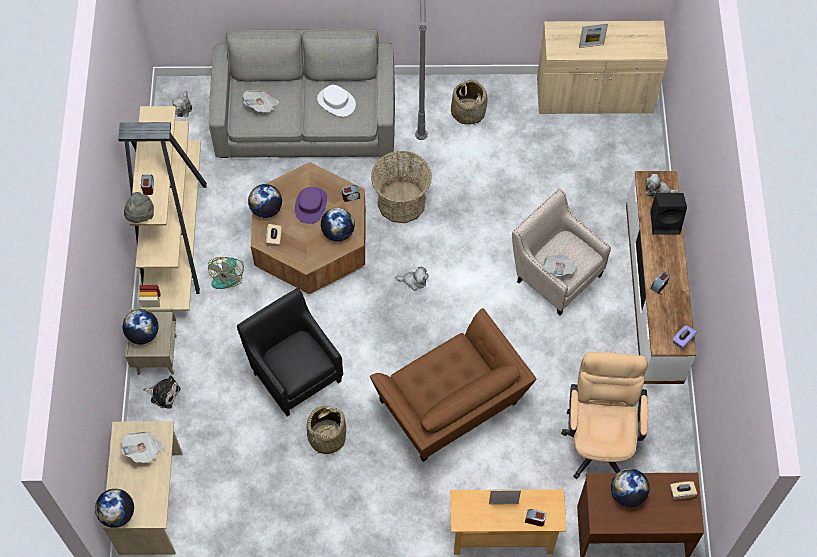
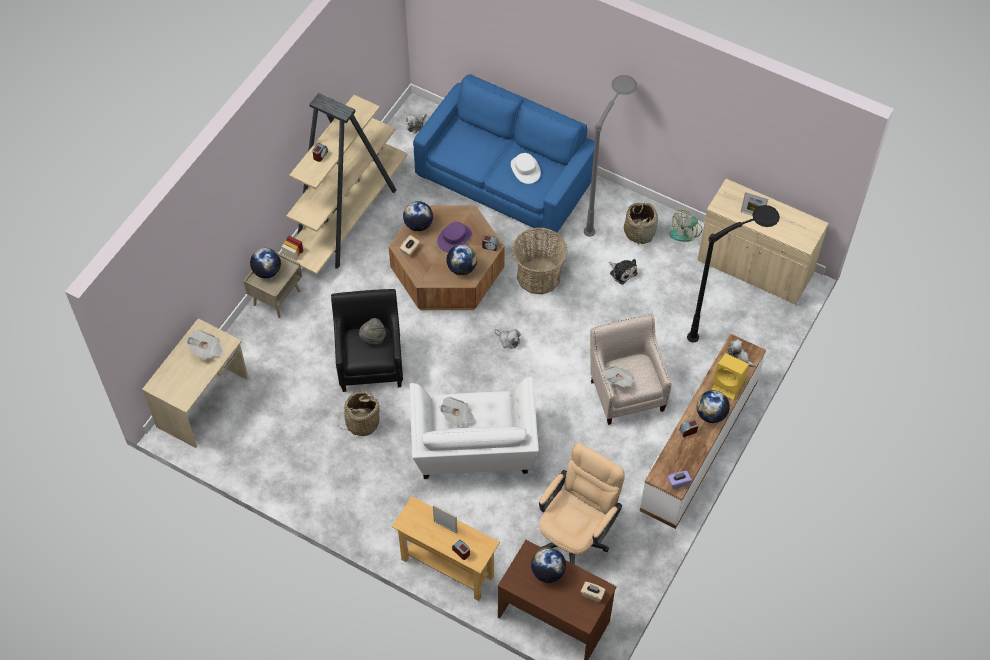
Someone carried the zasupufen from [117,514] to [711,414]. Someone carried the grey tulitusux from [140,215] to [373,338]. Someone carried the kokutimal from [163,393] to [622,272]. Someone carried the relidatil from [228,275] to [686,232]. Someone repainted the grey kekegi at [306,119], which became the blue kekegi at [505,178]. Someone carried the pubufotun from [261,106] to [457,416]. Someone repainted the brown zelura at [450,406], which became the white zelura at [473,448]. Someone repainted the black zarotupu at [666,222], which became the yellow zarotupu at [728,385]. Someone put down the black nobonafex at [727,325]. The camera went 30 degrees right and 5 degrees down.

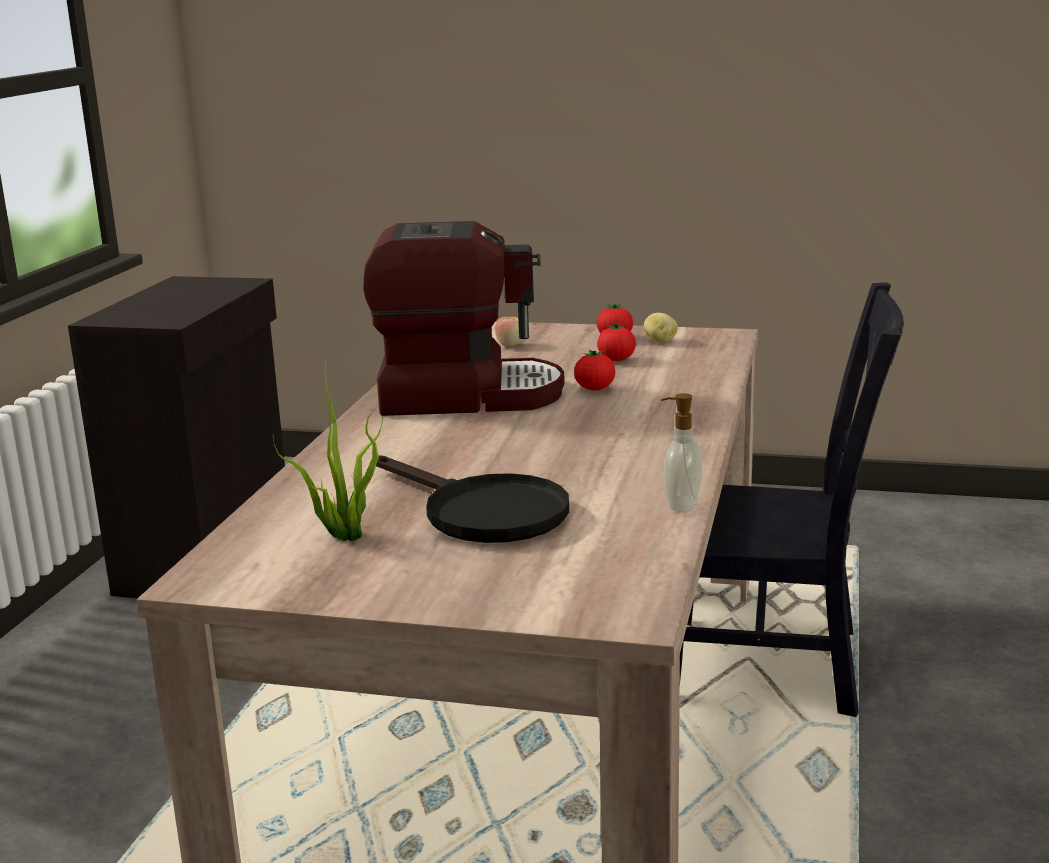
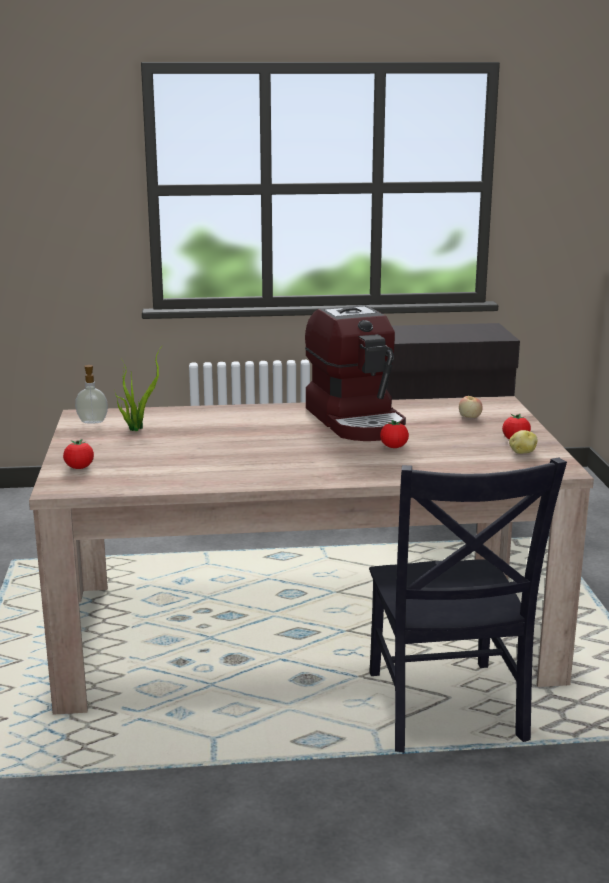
Someone took away the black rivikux at [482,512]. Someone carried the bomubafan from [616,360] to [79,467]. Someone carried the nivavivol from [680,505] to [92,421]. The camera went 70 degrees right and 0 degrees up.

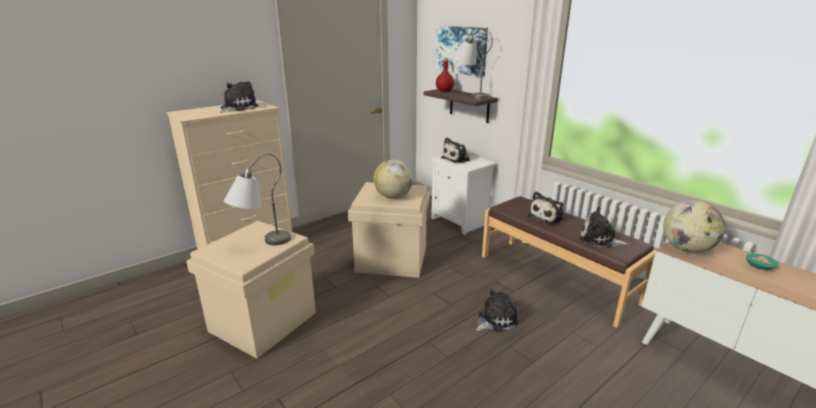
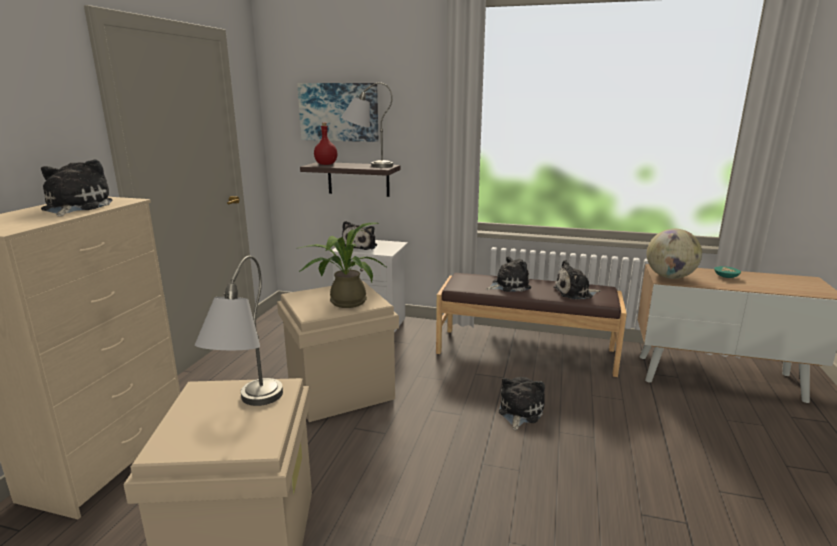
Someone swapped the zasupufen at [393,197] for the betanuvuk at [344,301]. Someone rotated the kokutimal at [548,217] by 120 degrees counterclockwise. The camera went 35 degrees left and 5 degrees down.

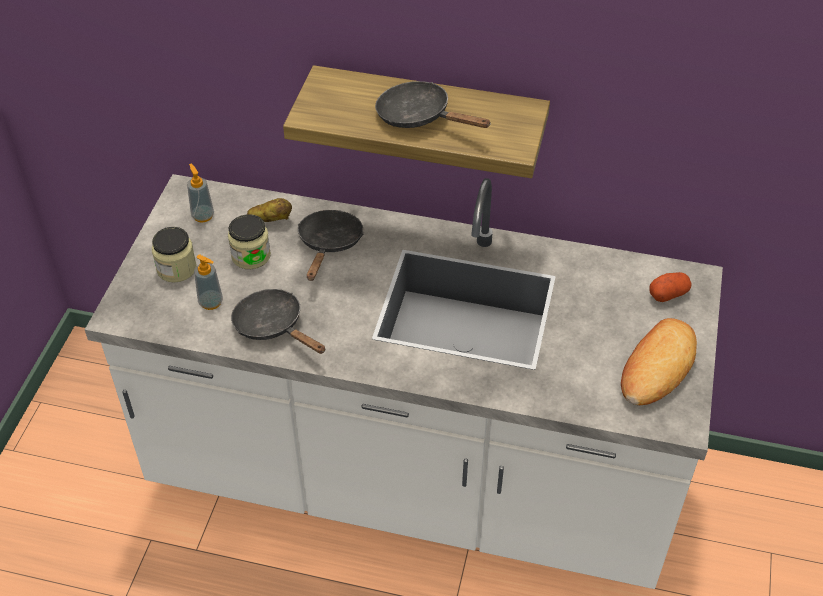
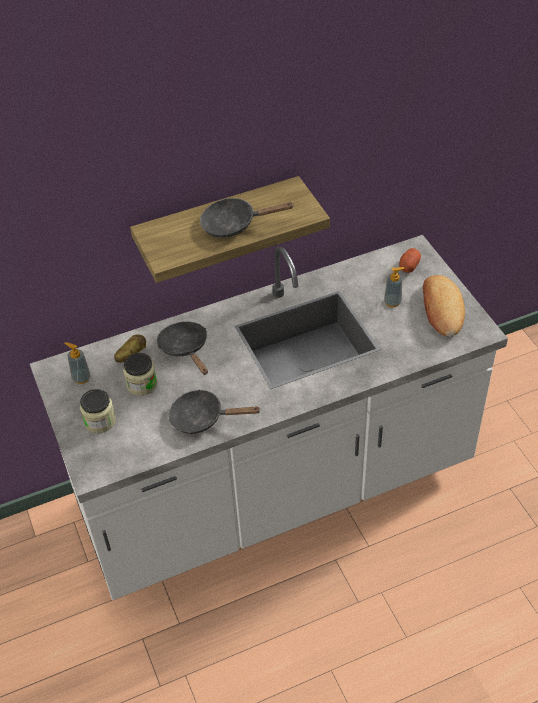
Someone carried the nivavivol from [211,302] to [392,302]. The camera went 35 degrees left and 0 degrees up.

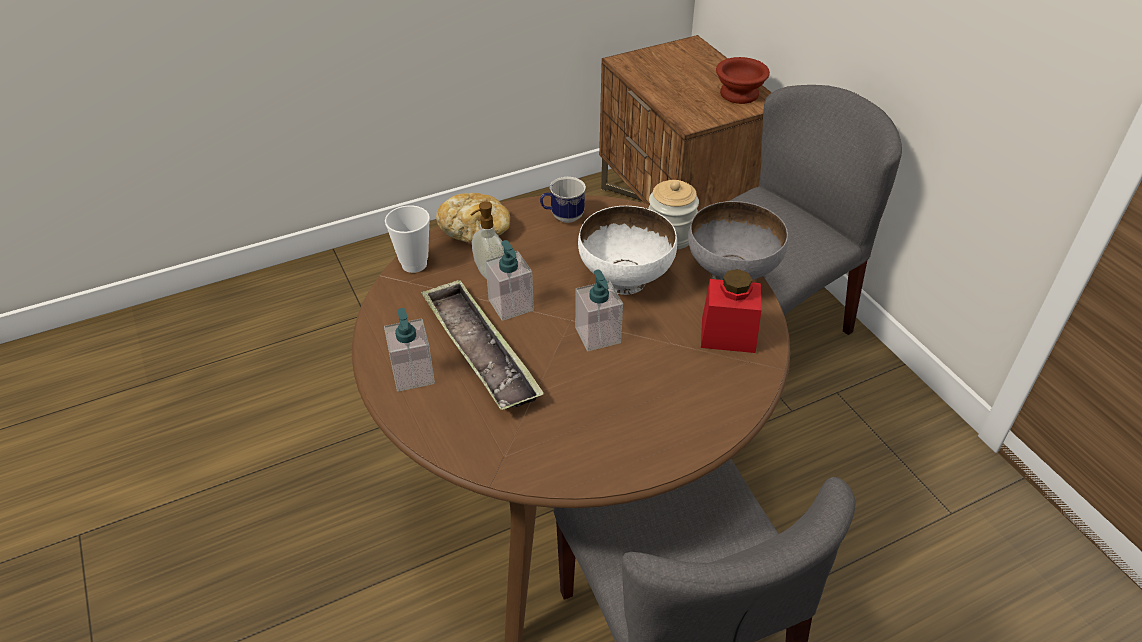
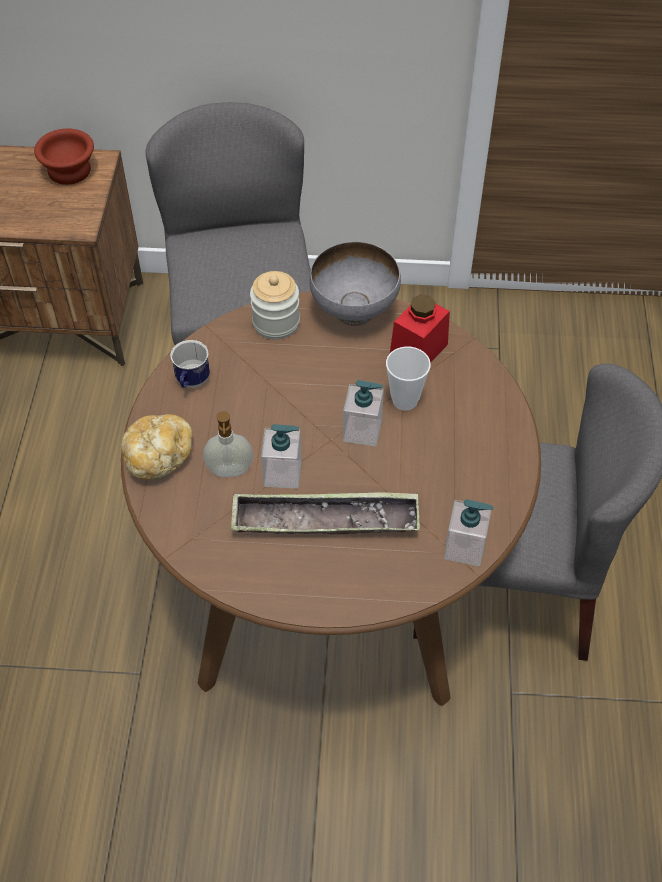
Someone carried the nivavivol from [413,375] to [465,547]. Someone carried the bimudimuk from [414,264] to [405,400]. Someone took away the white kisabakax at [626,280]. The camera went 60 degrees left and 10 degrees up.

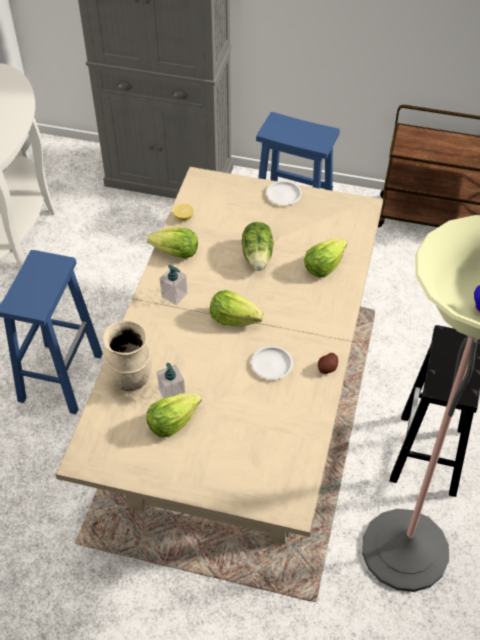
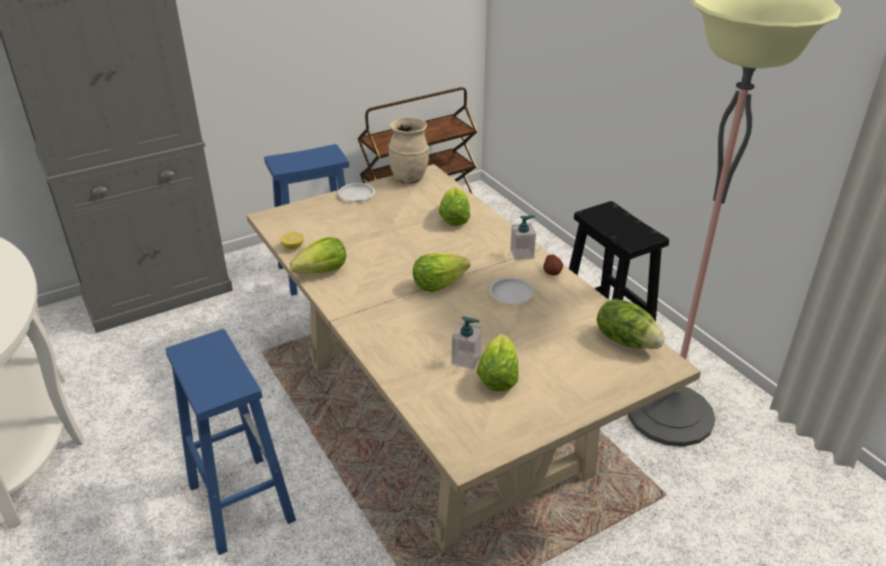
Someone carried the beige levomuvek from [131,379] to [409,179]. Someone carried the nivavivol from [174,295] to [522,254]. Someone carried the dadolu from [258,256] to [626,340]. The camera went 45 degrees left and 15 degrees down.

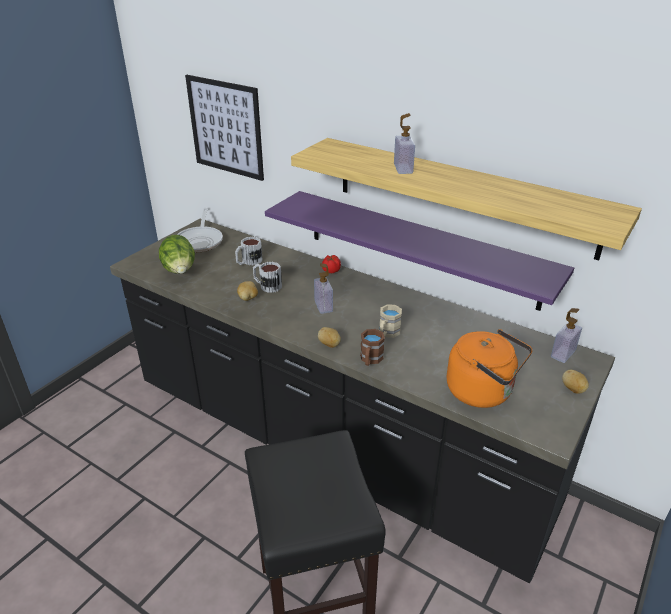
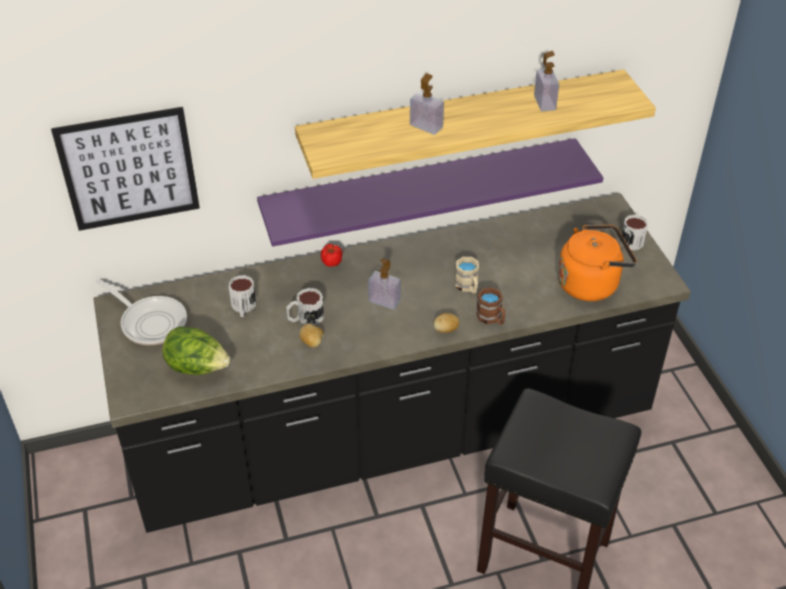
Someone carried the nivavivol from [563,354] to [544,103]. Someone swapped the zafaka at [573,389] for the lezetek at [632,238]. The camera went 50 degrees left and 10 degrees up.

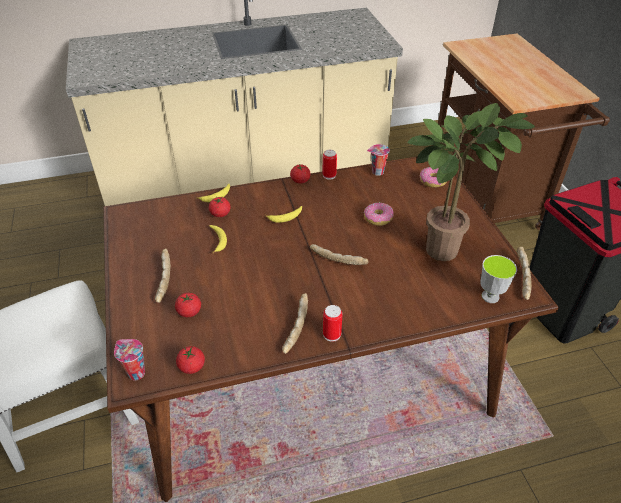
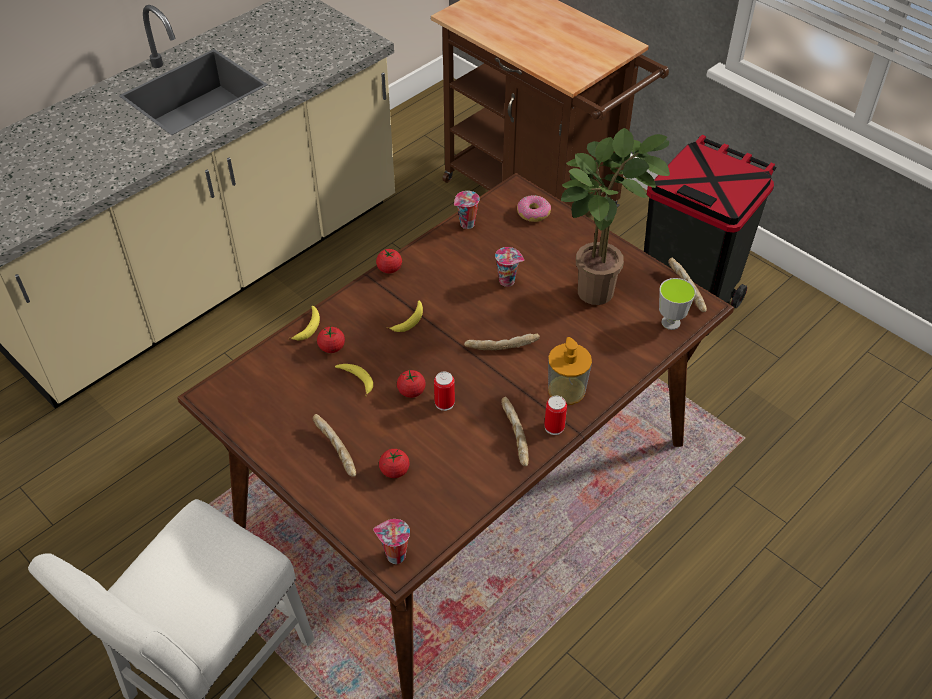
Someone carried the bomubafan from [192,366] to [411,391]. Someone carried the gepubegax from [329,175] to [444,403]. Someone swapped the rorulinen at [378,218] for the bimudimuk at [508,281]. Someone put down the nivavivol at [566,390]. The camera went 30 degrees left and 5 degrees up.

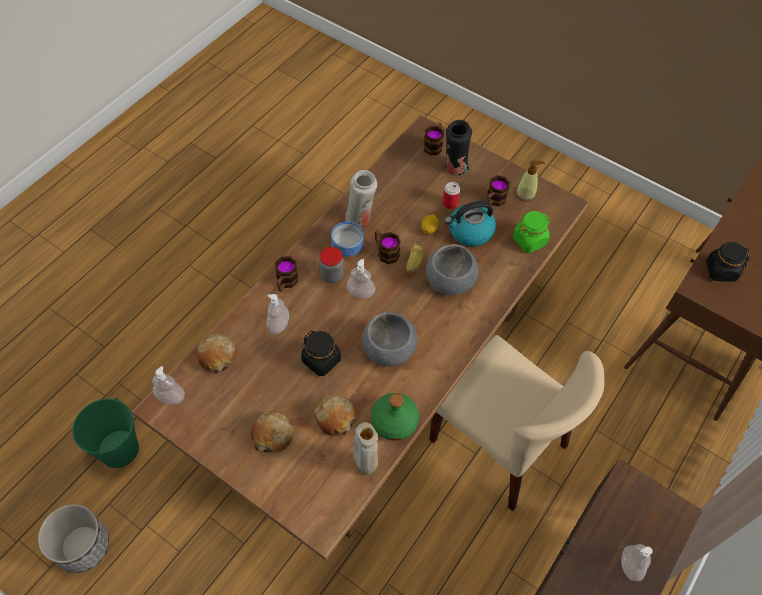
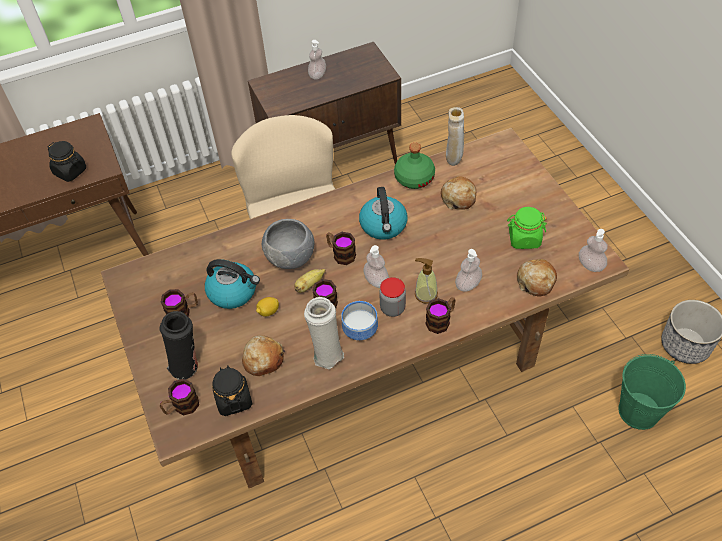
Someone carried the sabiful from [273,435] to [263,359]. Someone carried the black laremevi from [321,360] to [233,399]. Someone swapped the grey kisabakax at [389,349] for the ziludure at [383,225]. Someone took away the gepubegax at [450,203]. Someone carried the green laremevi from [529,240] to [524,239]. Someone carried the nivavivol from [526,194] to [425,294]. Someone put down the lezetek at [340,254]. The camera went 145 degrees left and 5 degrees down.

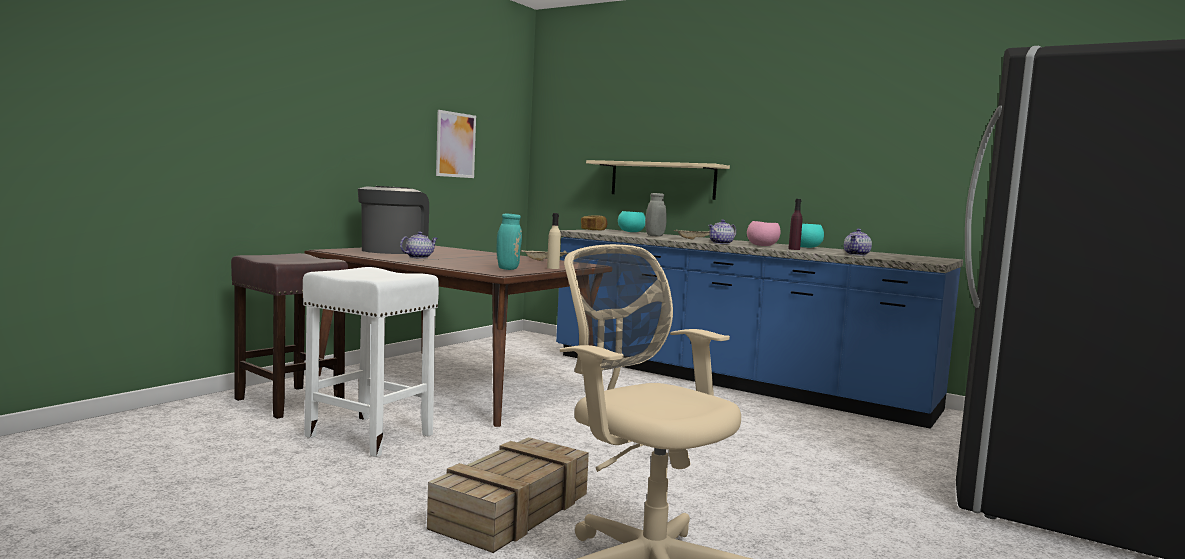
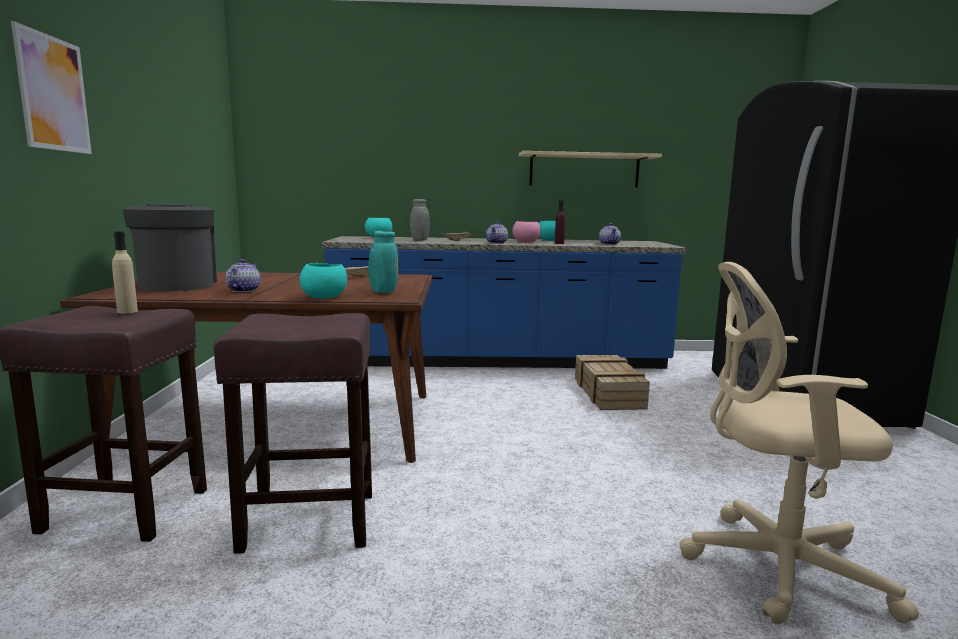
Someone repainted the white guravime at [367,435], which became the brown guravime at [306,522]. Someone carried the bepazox from [512,509] to [607,392]. Someone carried the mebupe from [455,145] to [53,93]. Someone carried the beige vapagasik from [553,268] to [127,311]. Someone took away the sabiful at [594,230]. Someone carried the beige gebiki from [662,180] to [584,170]. Someone put down the turquoise kisabakax at [325,297]. The camera went 35 degrees left and 5 degrees up.

